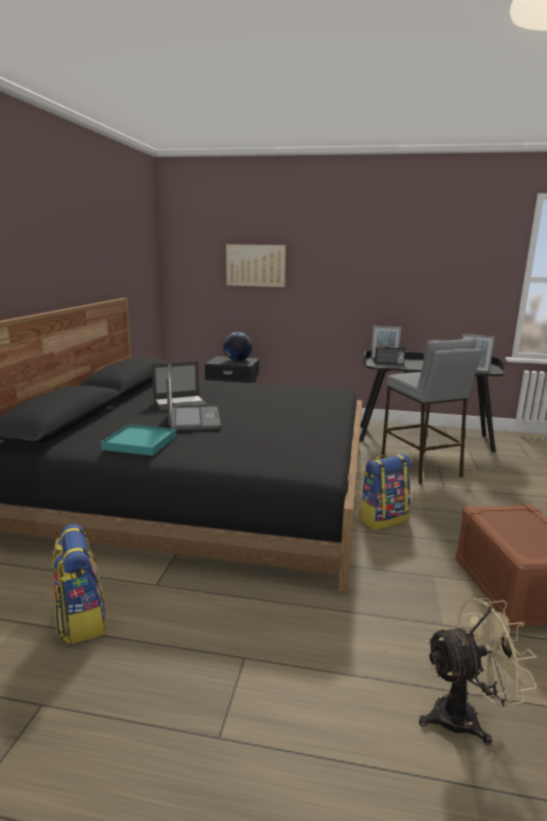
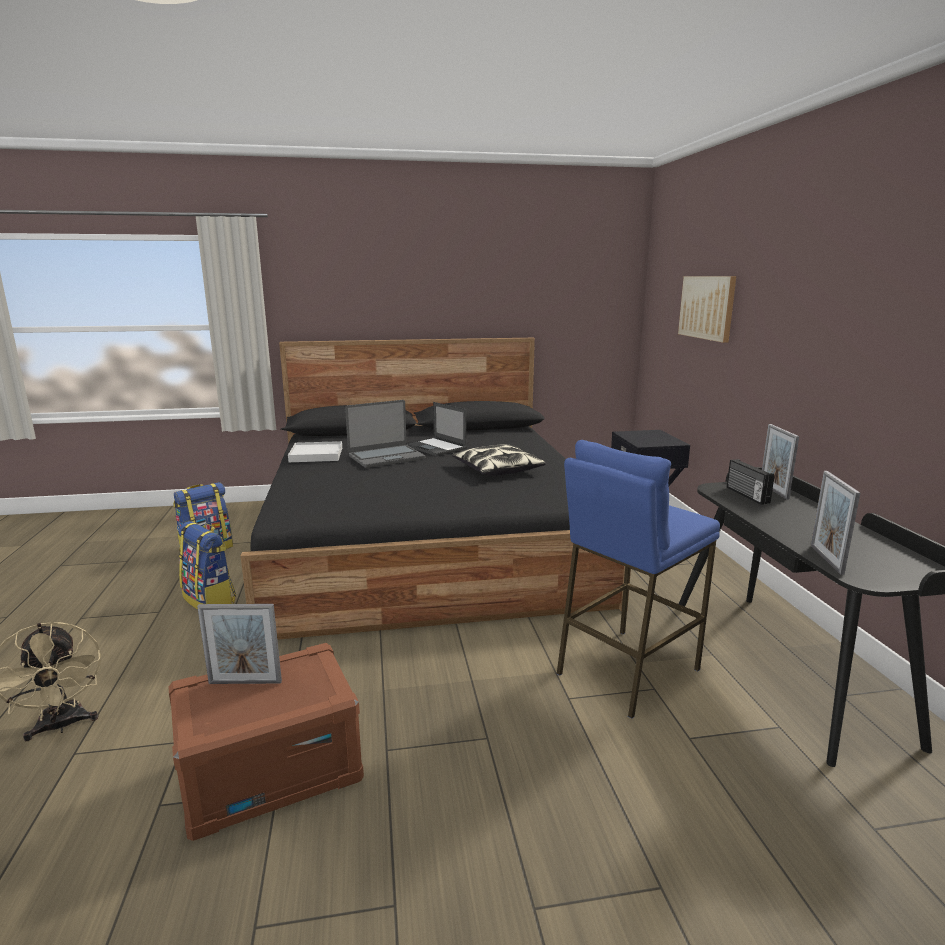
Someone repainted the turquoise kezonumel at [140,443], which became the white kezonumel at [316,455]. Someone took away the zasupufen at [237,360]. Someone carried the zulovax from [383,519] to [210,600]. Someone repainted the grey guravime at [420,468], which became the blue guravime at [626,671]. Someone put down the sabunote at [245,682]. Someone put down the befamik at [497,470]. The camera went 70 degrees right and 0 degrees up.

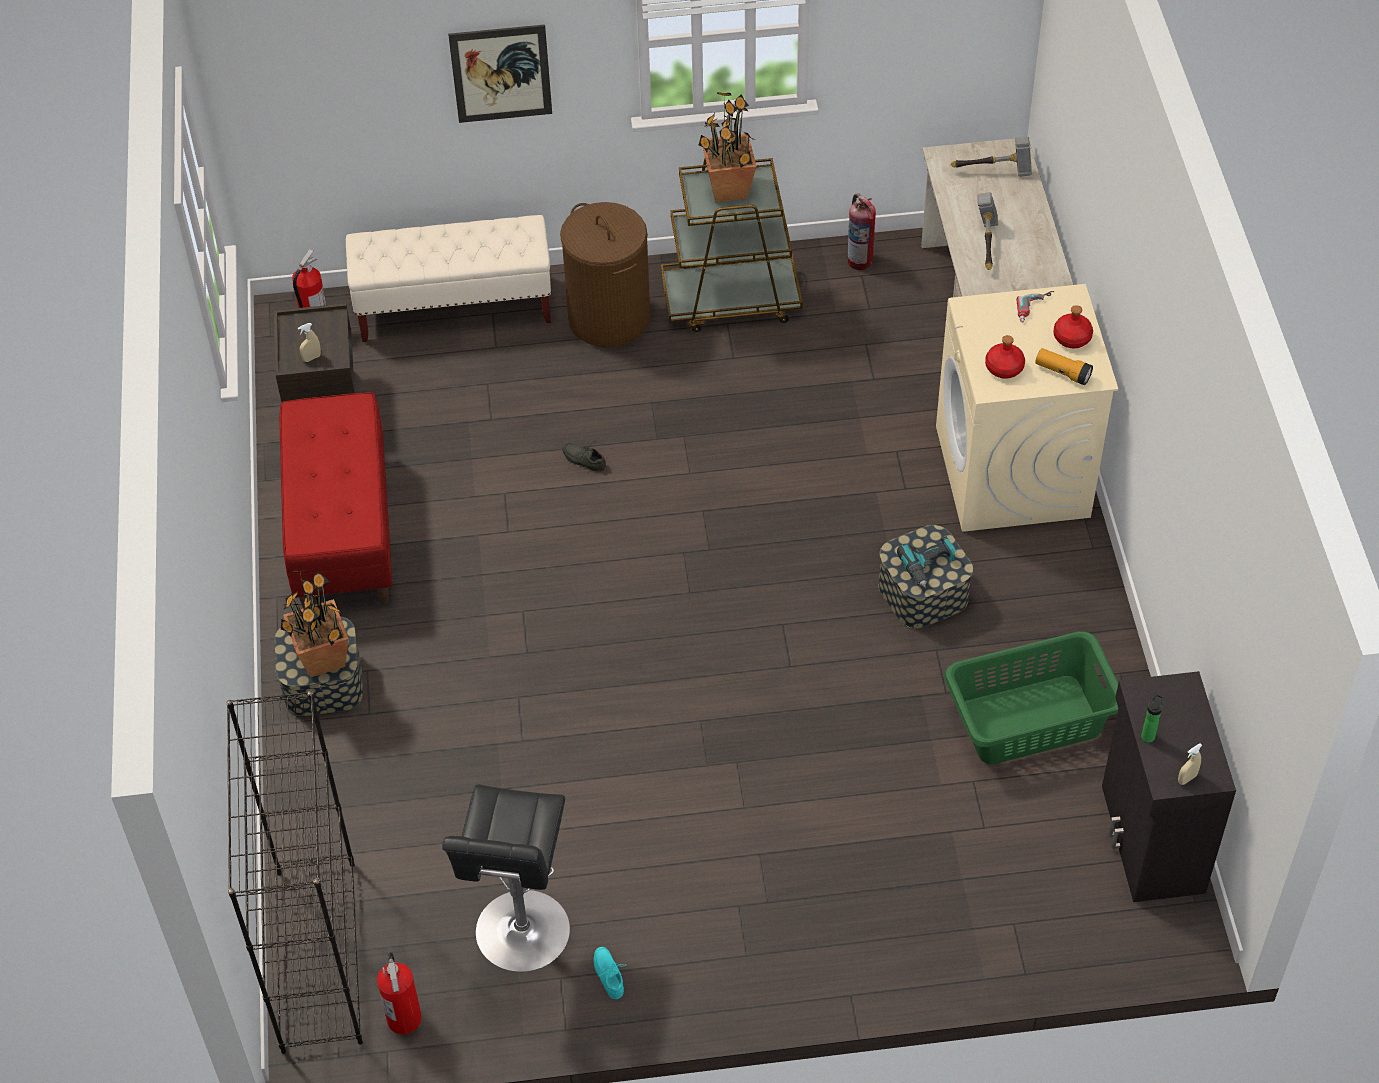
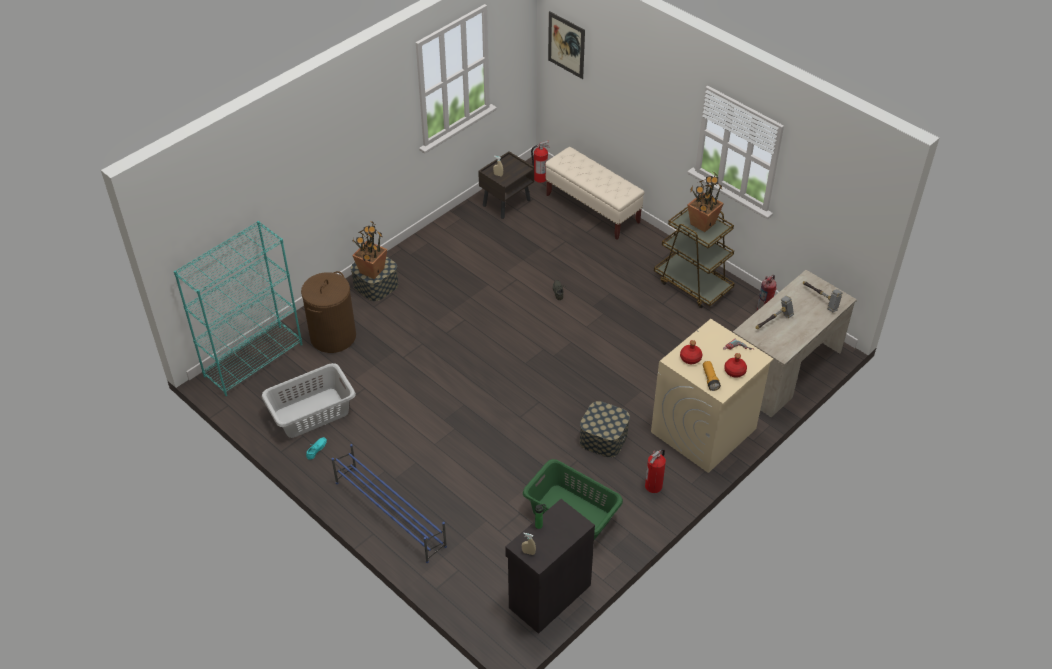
Someone repainted the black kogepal at [318,954], which became the turquoise kogepal at [254,360]. Someone took away the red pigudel at [342,532]. Someone carried the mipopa from [405,1018] to [654,486]. Someone swapped the black guravime at [521,937] for the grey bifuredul at [311,413]. Someone carried the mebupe from [501,73] to [566,45]. Someone carried the brown bifuredul from [608,318] to [333,336]. Someone took away the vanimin at [929,566]. Someone put down the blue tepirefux at [390,513]. The camera went 50 degrees right and 5 degrees down.

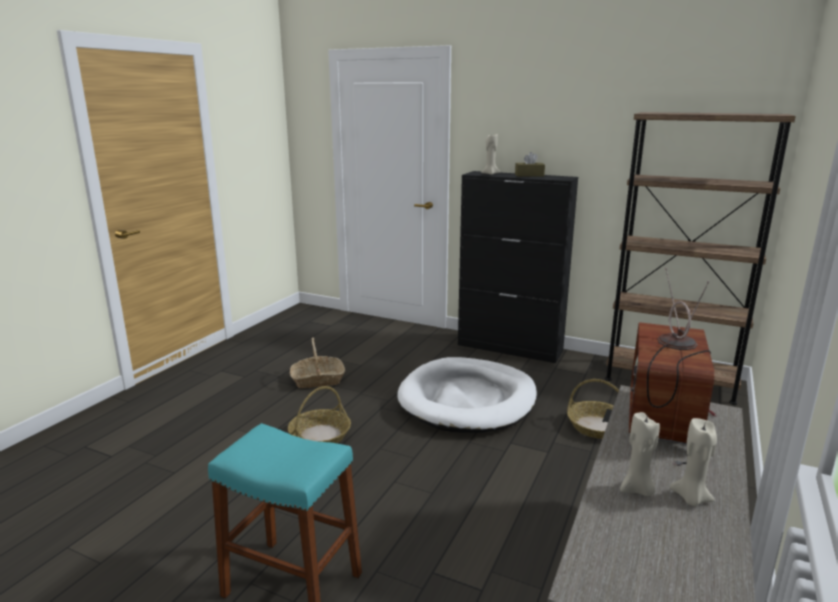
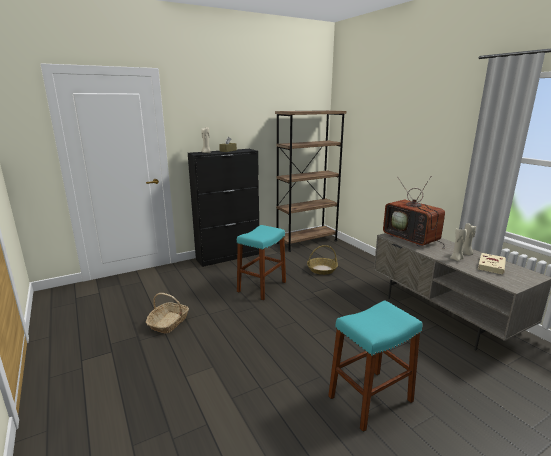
Someone took away the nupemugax at [320,436]. Someone swapped the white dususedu at [468,400] for the turquoise guravime at [262,287]. Someone put down the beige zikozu at [491,265]. The camera went 55 degrees left and 0 degrees up.

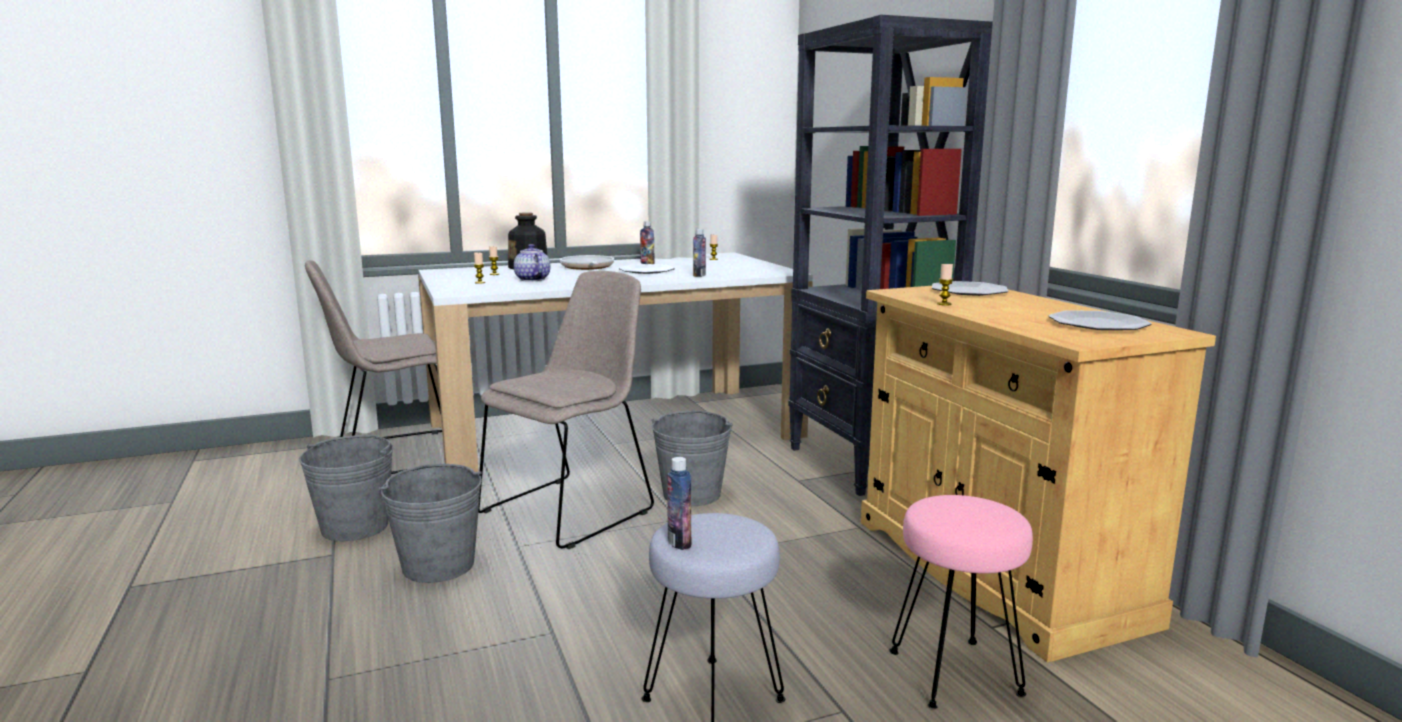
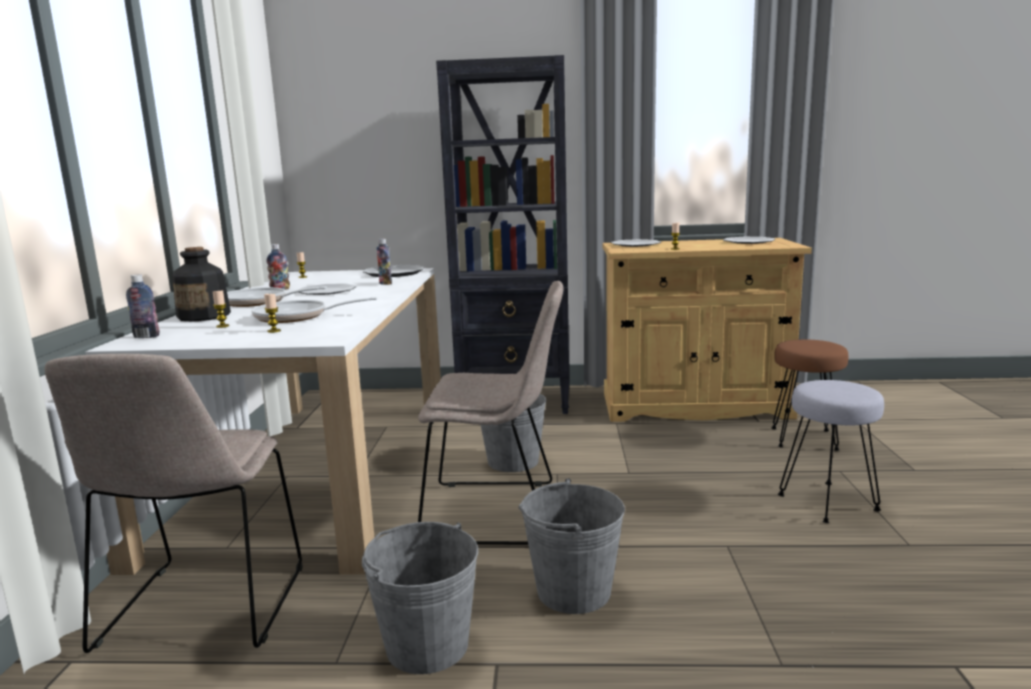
Someone rotated the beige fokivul at [571,509] by 120 degrees clockwise. Someone swapped the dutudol at [531,279] for the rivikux at [297,317]. Someone carried the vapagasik from [679,542] to [146,336]. Someone repainted the pink guravime at [954,674], which became the brown guravime at [805,439]. Someone put down the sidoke at [393,273]. The camera went 65 degrees left and 0 degrees up.

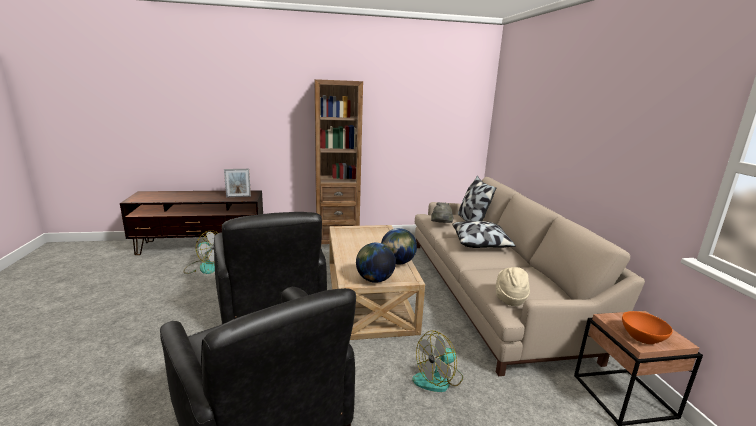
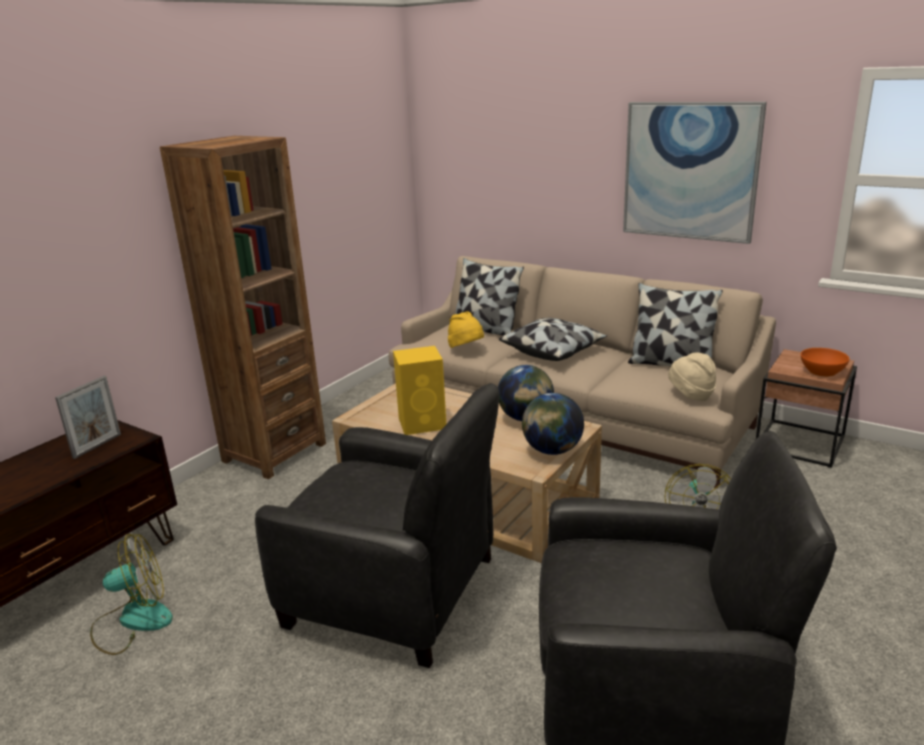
Someone repainted the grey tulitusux at [441,225], which became the yellow tulitusux at [466,349]. Someone put down the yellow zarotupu at [423,423]. Someone put up the mebupe at [690,171]. Someone put down the befamik at [671,363]. The camera went 45 degrees left and 5 degrees up.

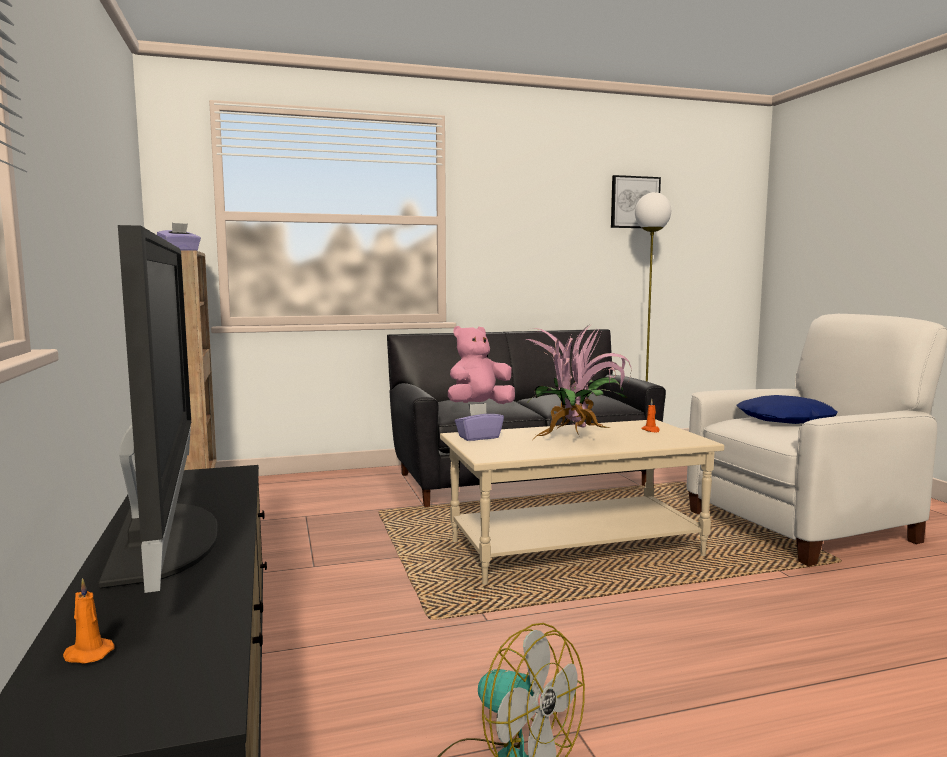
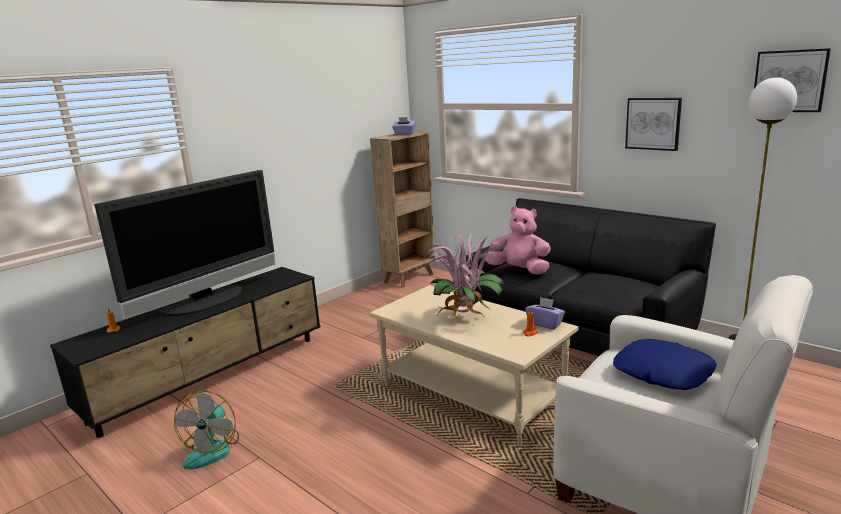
Someone carried the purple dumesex from [478,437] to [545,324]. Someone put up the mebupe at [653,123]. The camera went 60 degrees right and 10 degrees up.

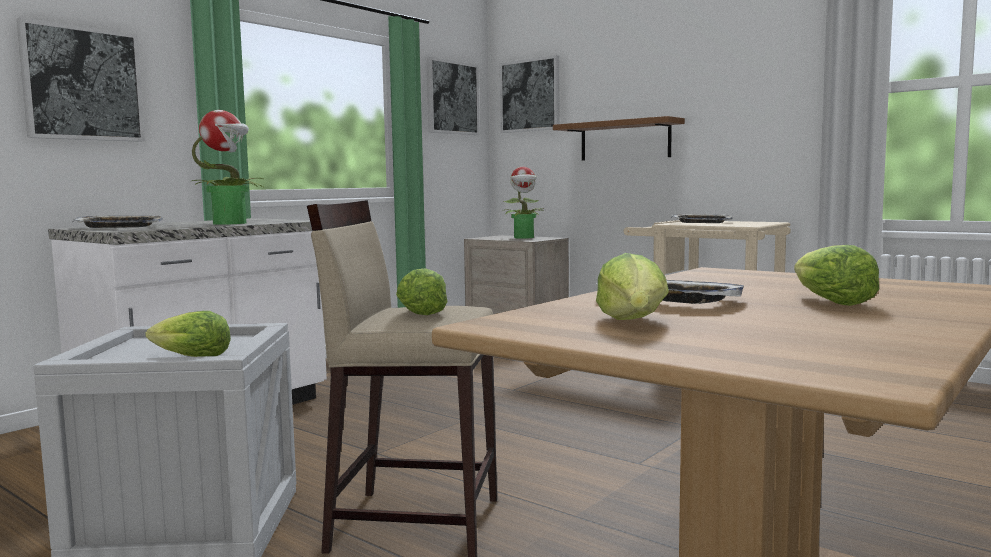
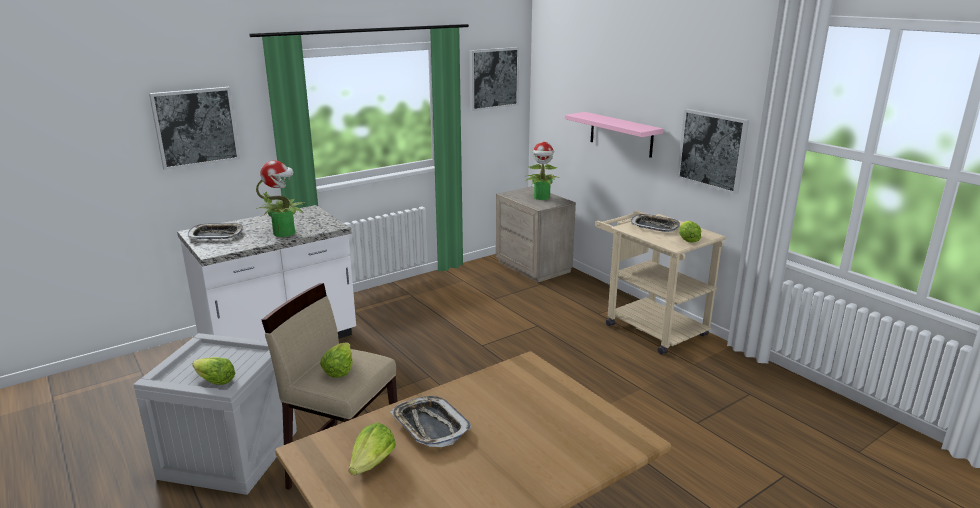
Someone carried the mebupe from [530,95] to [712,150]. Someone repainted the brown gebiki at [625,140], which became the pink gebiki at [621,134]. Someone carried the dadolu from [829,302] to [687,239]. The camera went 15 degrees right and 15 degrees up.

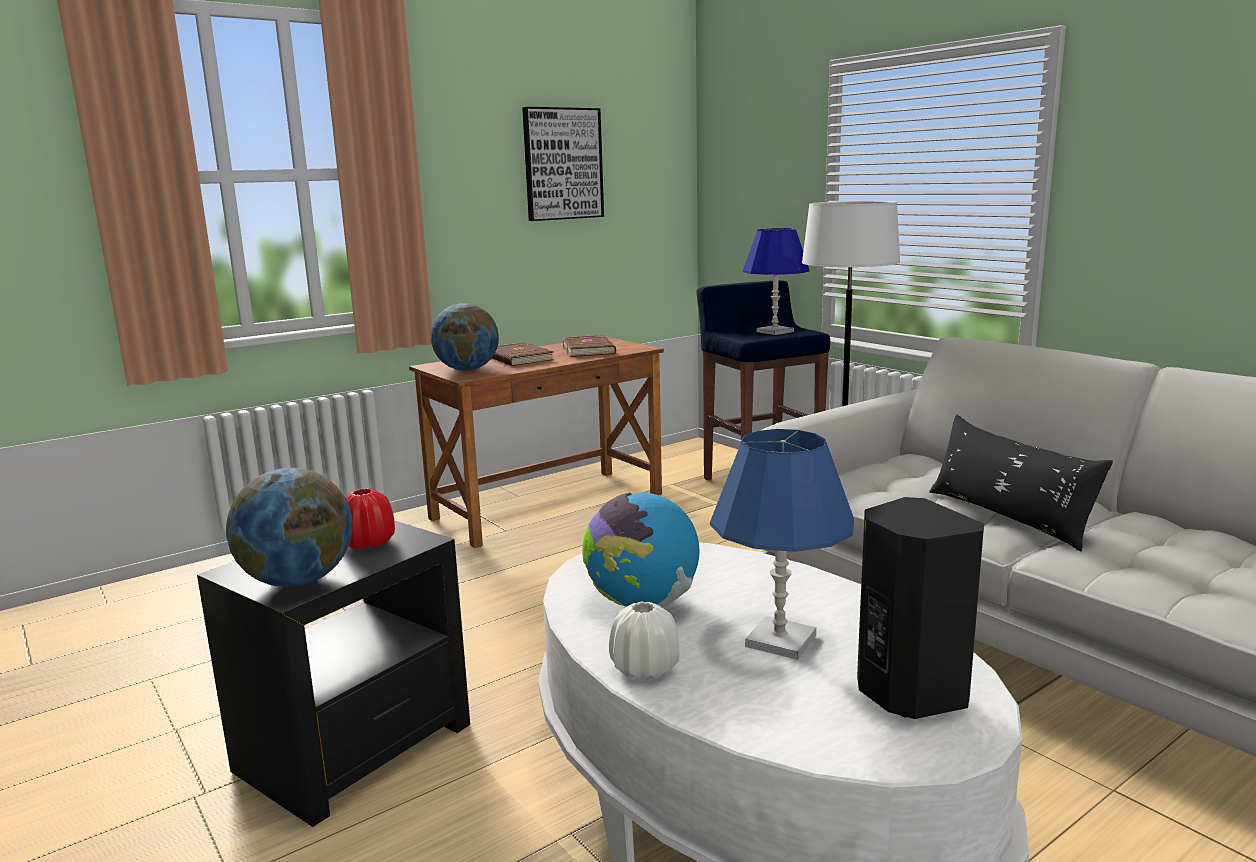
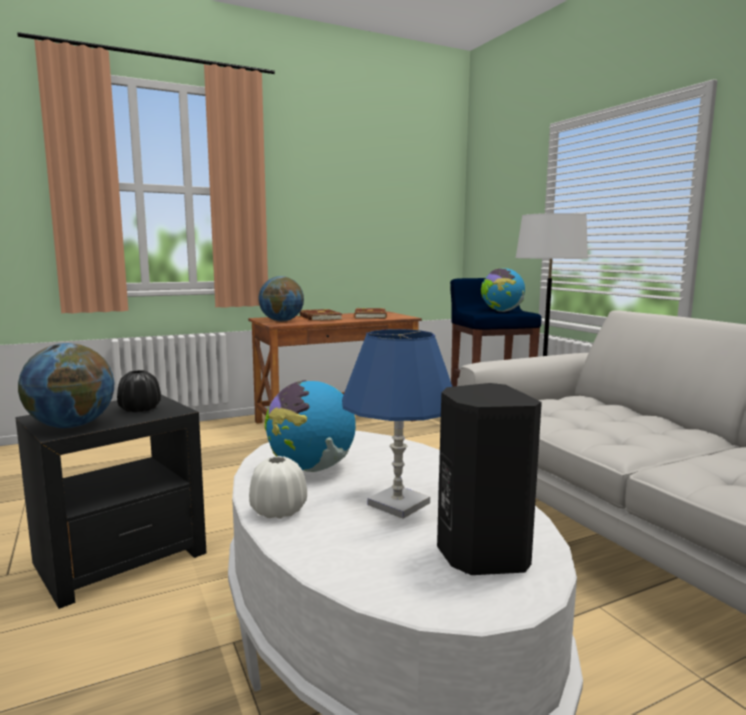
Someone repainted the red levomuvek at [368,543], which became the black levomuvek at [139,409]. Someone took away the mebupe at [562,164]. Someone swapped the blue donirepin at [774,332] for the zasupufen at [501,311]. Someone took away the black befamik at [1007,517]. The camera went 10 degrees right and 5 degrees down.

